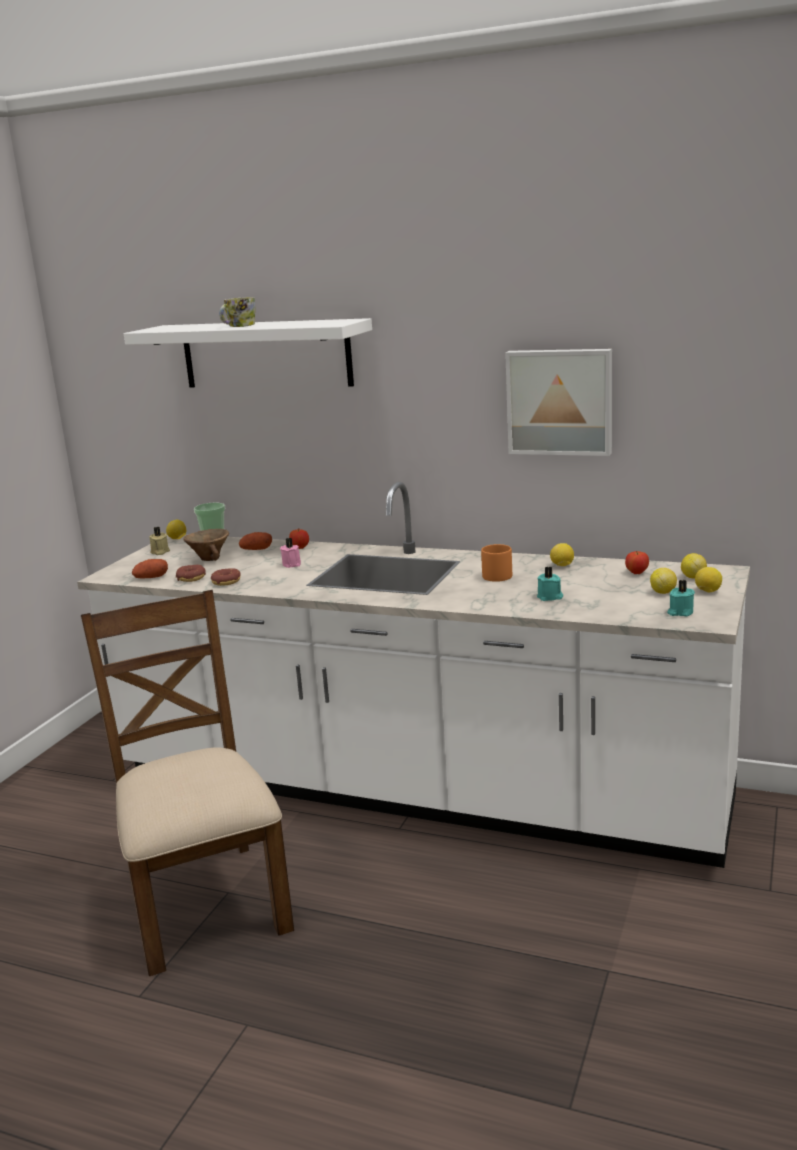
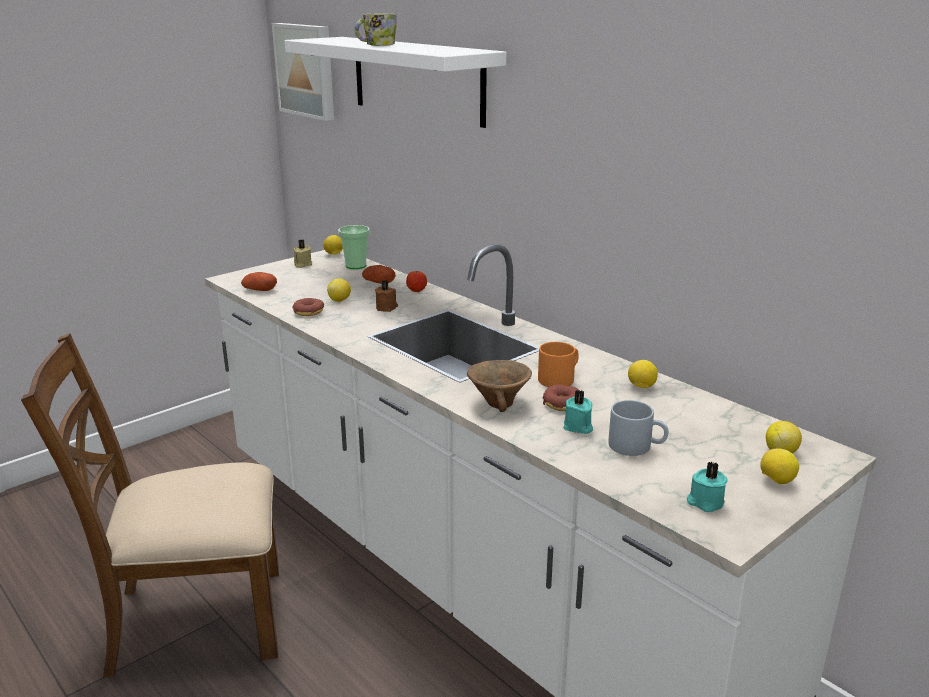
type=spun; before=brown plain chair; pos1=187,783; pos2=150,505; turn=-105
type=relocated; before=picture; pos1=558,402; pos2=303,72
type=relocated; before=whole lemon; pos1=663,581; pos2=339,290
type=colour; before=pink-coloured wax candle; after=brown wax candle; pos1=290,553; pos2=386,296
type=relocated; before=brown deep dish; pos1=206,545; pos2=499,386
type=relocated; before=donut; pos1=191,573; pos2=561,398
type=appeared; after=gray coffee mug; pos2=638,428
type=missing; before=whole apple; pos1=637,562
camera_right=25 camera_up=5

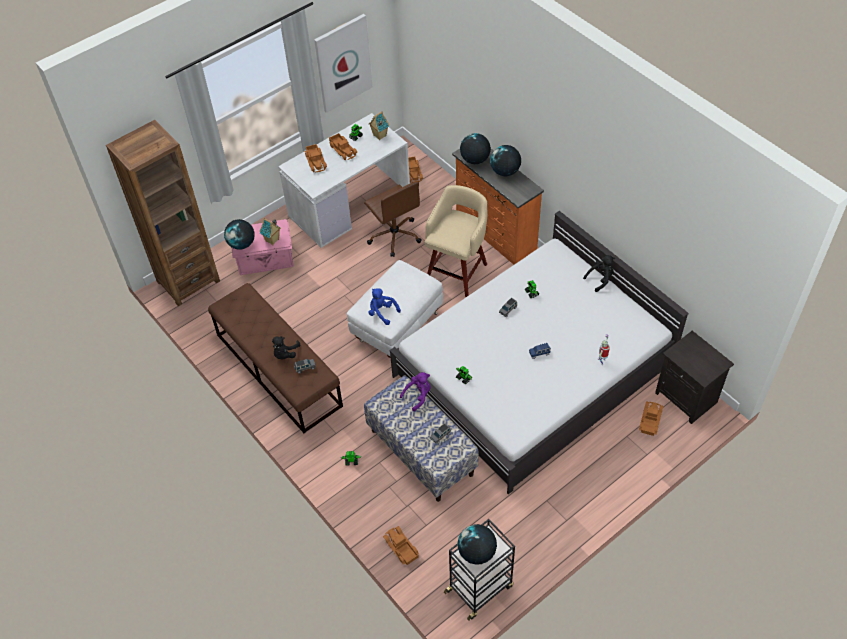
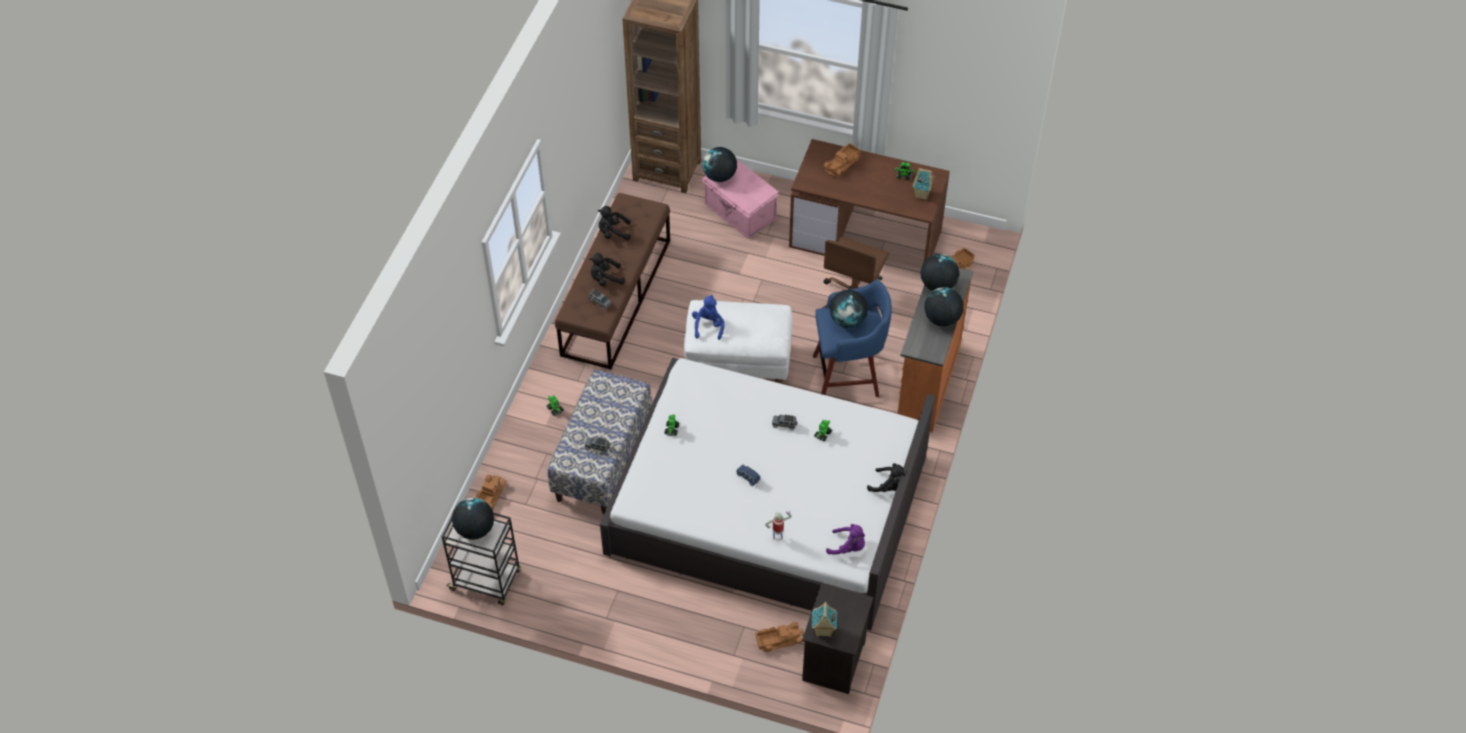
type=appeared; after=black-coloured soft toy; pos2=614,223
type=colour; before=whitish desk unit; after=brown desk unit; pos1=344,180; pos2=869,200
type=relocated; before=toy house; pos1=270,231; pos2=824,619
type=colour; before=beige stool; after=bluish stool; pos1=456,241; pos2=852,338
type=relocated; before=purple-coloured soft toy; pos1=415,391; pos2=845,539
type=appeared; after=desk globe; pos2=849,309
type=missing; before=picture; pos1=343,63
type=missing; before=toy truck; pos1=343,146
camera_right=55 camera_up=0

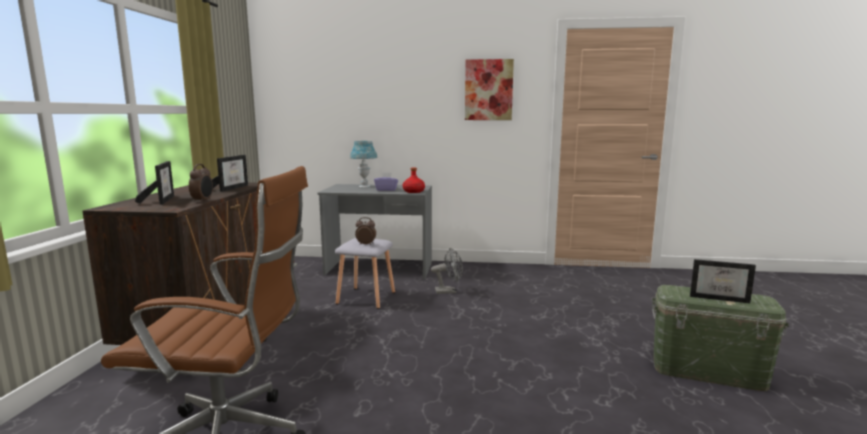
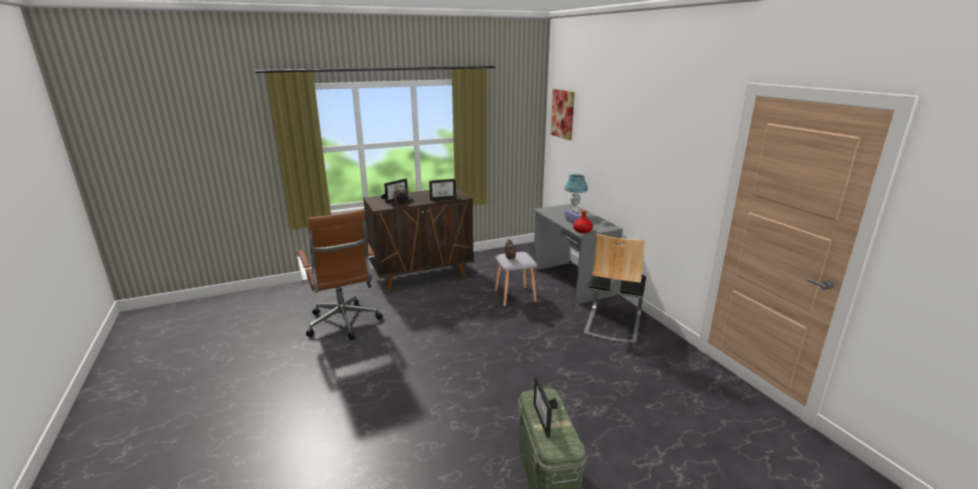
type=relocated; before=picture; pos1=489,89; pos2=563,114
type=appeared; after=plain chair; pos2=615,288
type=missing; before=gray fan; pos1=447,271
camera_right=60 camera_up=10

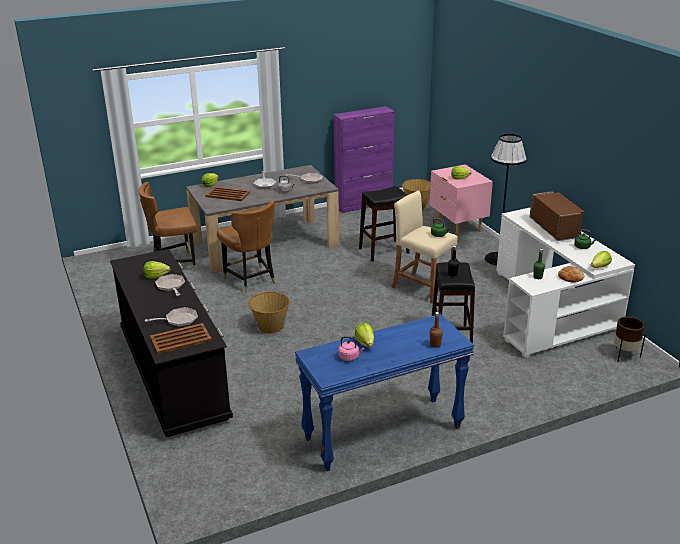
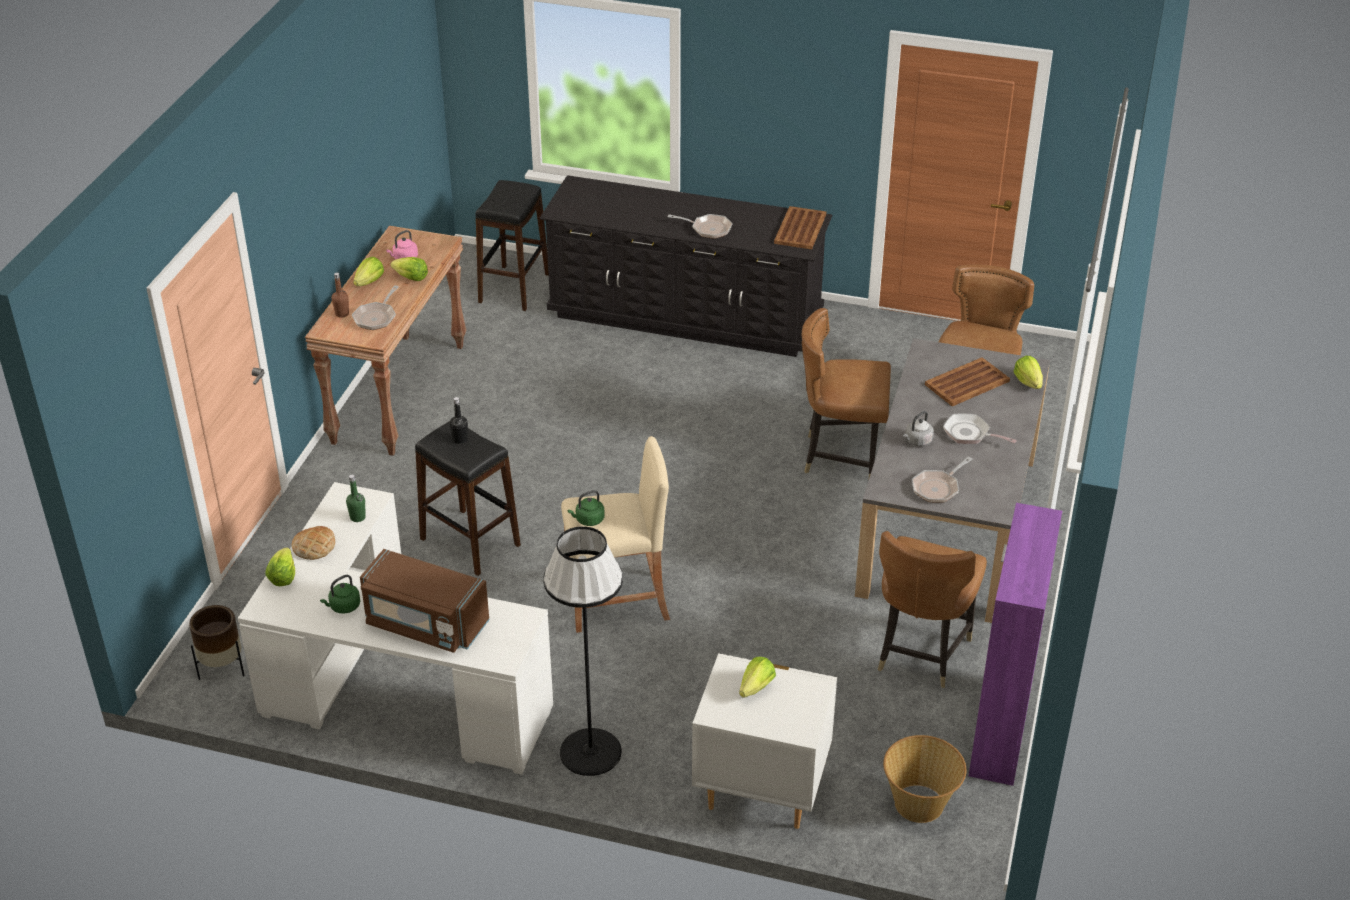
type=colour; before=bluish console table; after=brown console table; pos1=384,392; pos2=385,341
type=relocated; before=frying pan; pos1=171,317; pos2=375,307
type=relocated; before=lettuce head; pos1=156,270; pos2=368,271
type=relocated; before=black-coloured stool; pos1=384,223; pos2=512,245
type=colour; before=pink-coloured night table; after=whitish night table; pos1=461,200; pos2=764,741
type=relocated; before=brown tray; pos1=181,338; pos2=800,227
type=appeared; after=brown plain chair; pos2=932,609
type=missing; before=basket; pos1=269,313
camera_right=130 camera_up=10

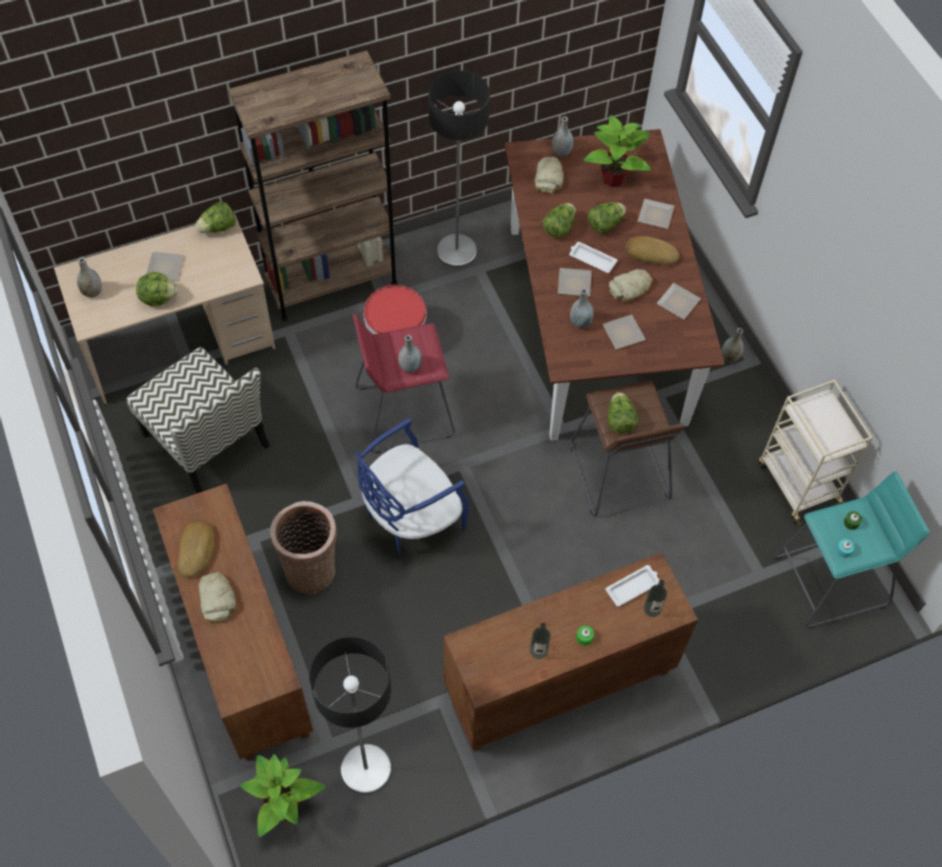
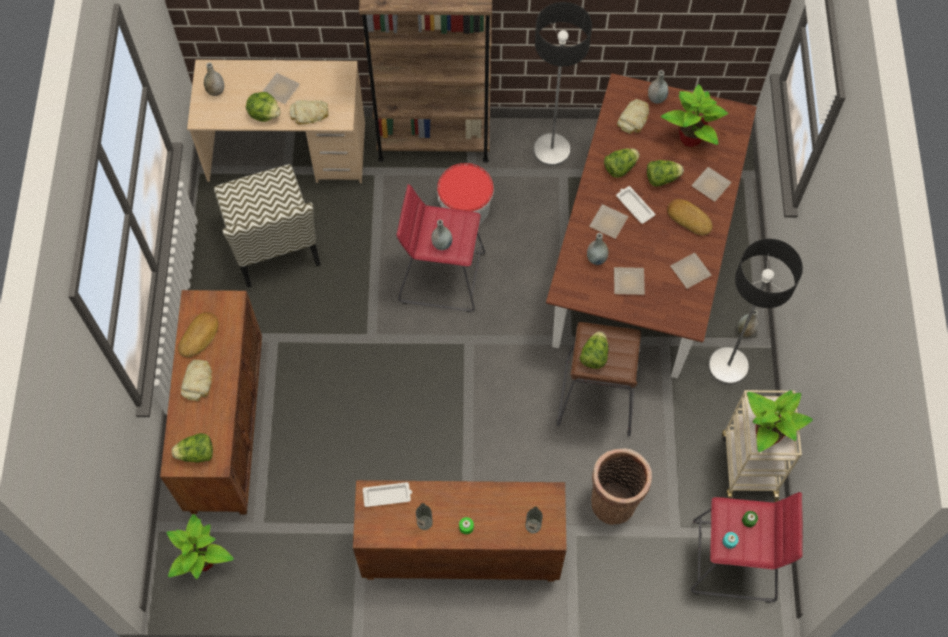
type=relocated; before=lettuce head; pos1=215,217; pos2=192,448
type=relocated; before=bread; pos1=630,285; pos2=309,112
type=relocated; before=whitish tray; pos1=632,586; pos2=387,494
type=relocated; before=basket; pos1=303,548; pos2=621,486
type=colour; before=turquoise stool; after=red stool; pos1=852,550; pos2=747,547
type=relocated; before=floor lamp; pos1=350,716; pos2=755,312
type=appeared; after=houseplant; pos2=780,421
type=missing; before=bluish plain chair; pos1=412,486
camera_right=25 camera_up=5

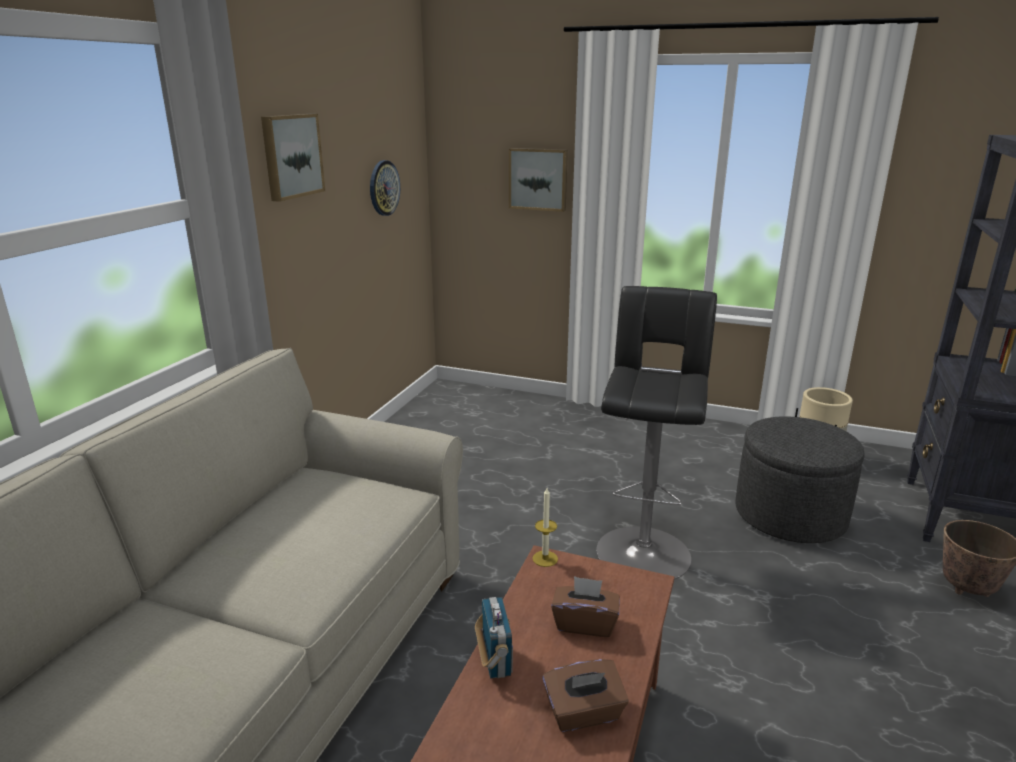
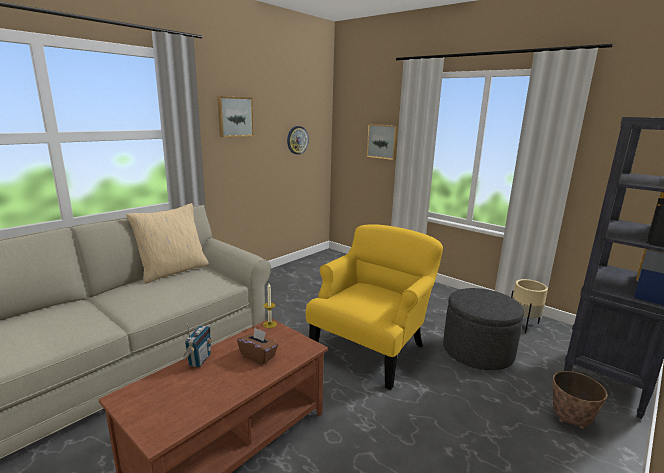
type=appeared; after=beige pillow; pos2=167,243
type=exchanged; before=black-coloured stool; after=yellow-coloured armchair; pos1=656,433; pos2=374,307
type=missing; before=brown tissue box; pos1=585,695
camera_right=20 camera_up=-5

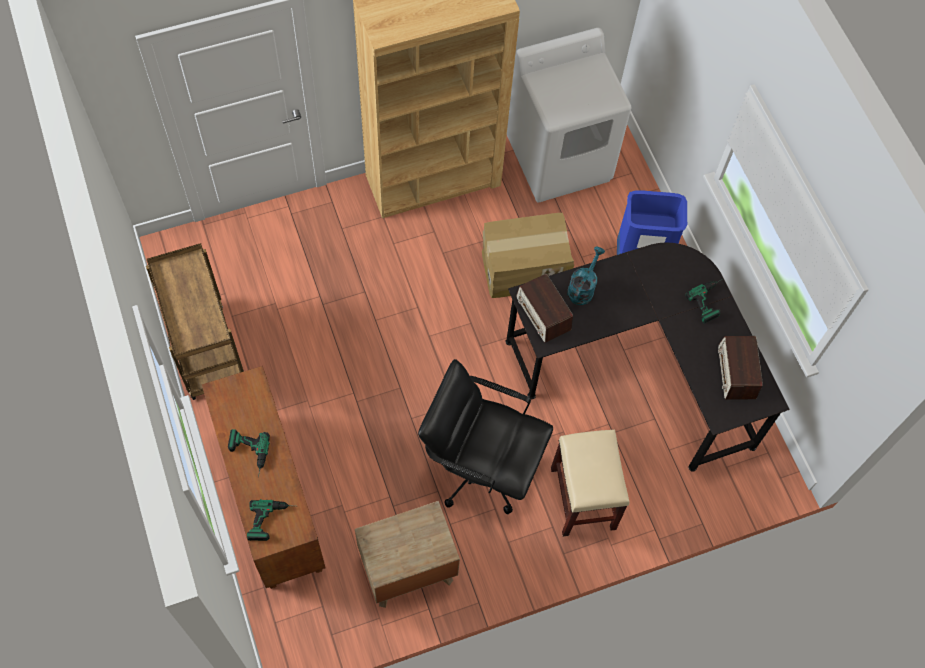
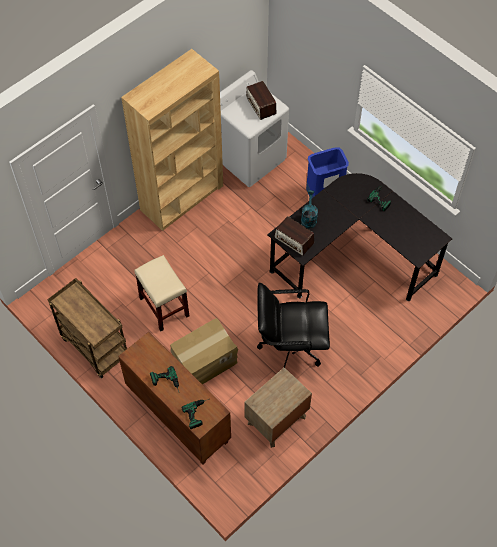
type=relocated; before=beige stool; pos1=590,483; pos2=161,293
type=relocated; before=carton; pos1=528,255; pos2=204,351
type=relocated; before=radio receiver; pos1=740,368; pos2=261,100
camera_right=-20 camera_up=-5

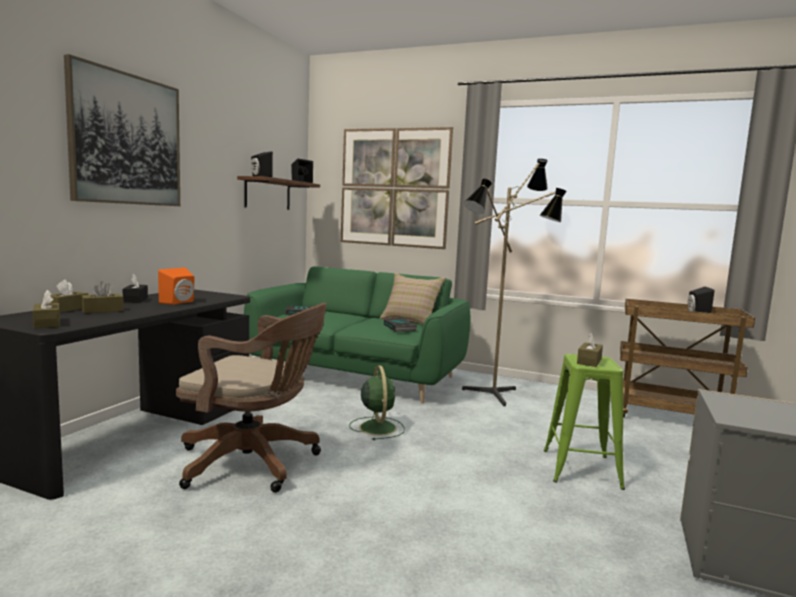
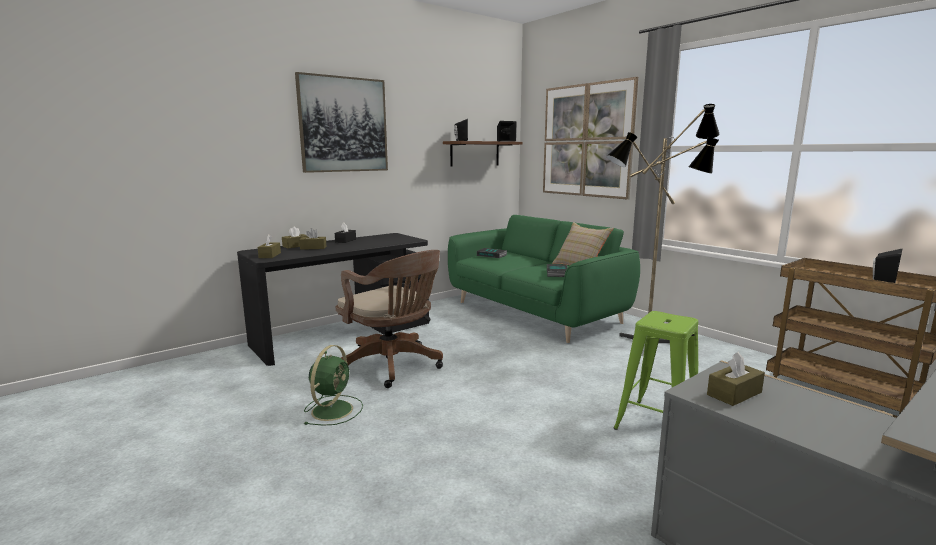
type=relocated; before=green-coloured fan; pos1=377,403; pos2=333,385
type=relocated; before=brown tissue box; pos1=590,349; pos2=736,379
type=missing; before=orangey audio speaker; pos1=176,286
camera_right=30 camera_up=5

